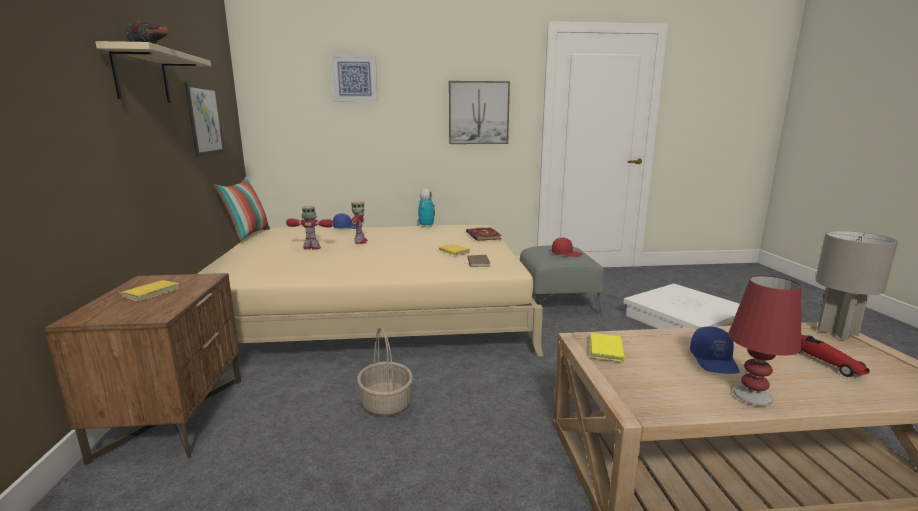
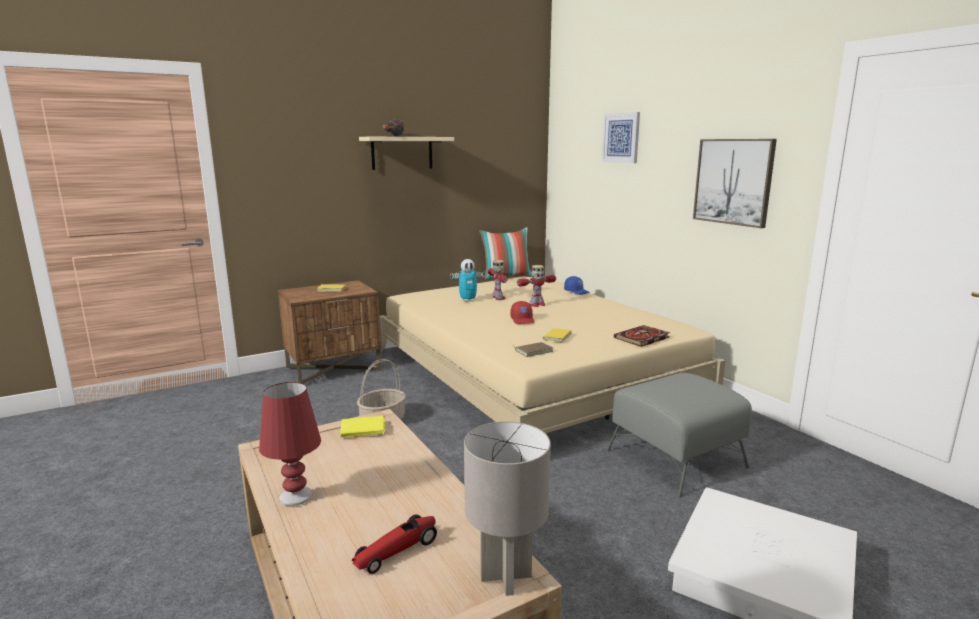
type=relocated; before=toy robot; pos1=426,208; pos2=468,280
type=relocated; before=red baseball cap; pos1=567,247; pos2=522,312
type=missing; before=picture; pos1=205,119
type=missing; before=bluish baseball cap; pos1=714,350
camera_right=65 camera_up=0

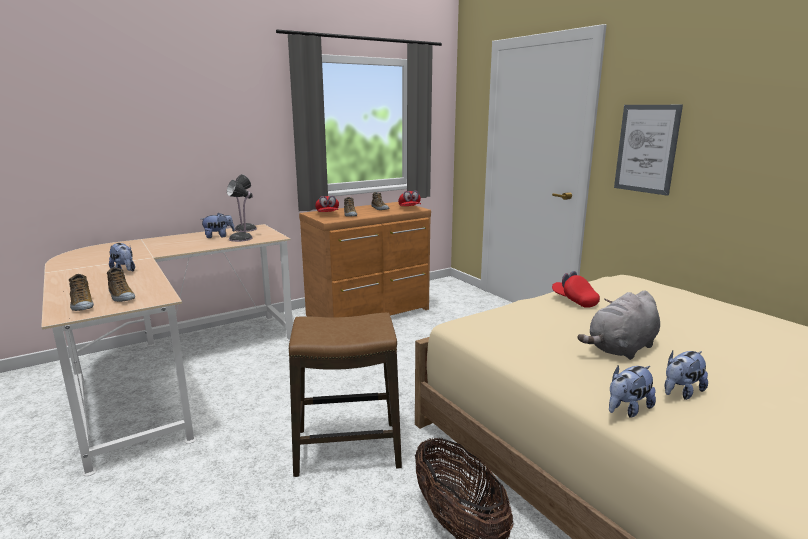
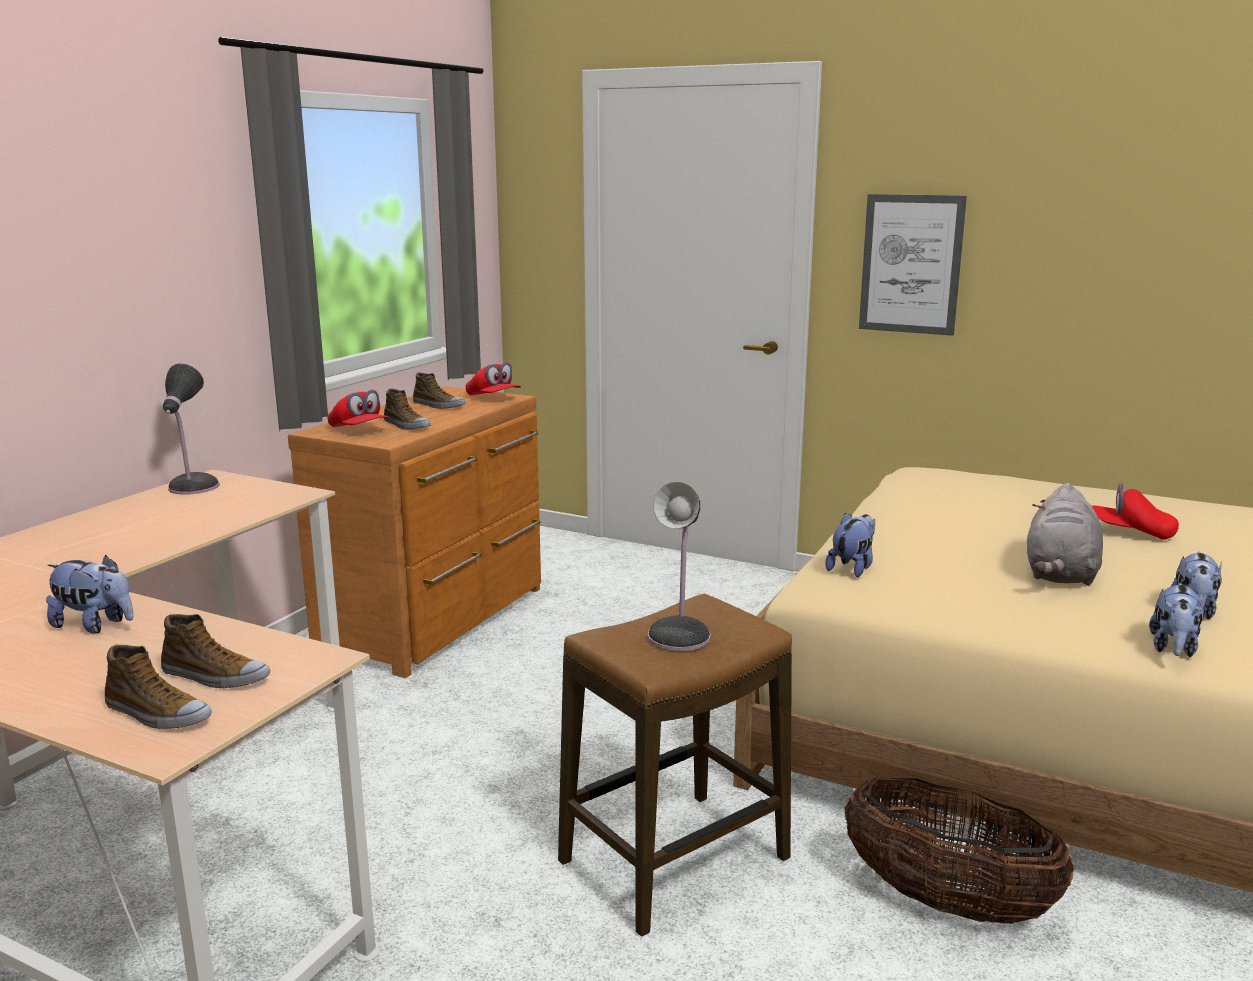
type=relocated; before=lamp for a table; pos1=240,211; pos2=679,566
type=relocated; before=soft toy; pos1=218,225; pos2=850,545
type=relocated; before=red baseball cap; pos1=576,289; pos2=1135,511
camera_right=-30 camera_up=0

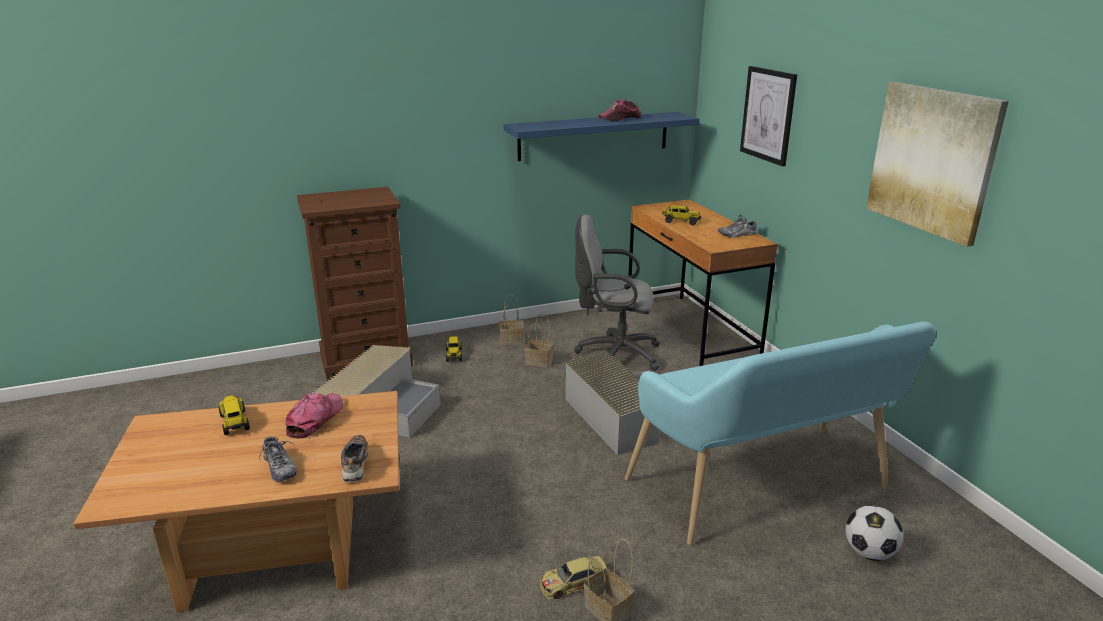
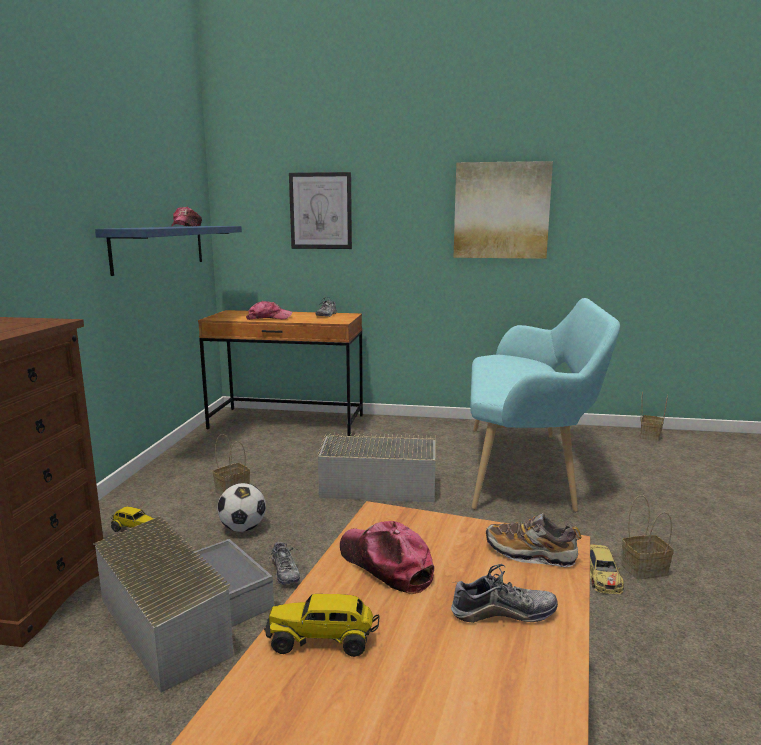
type=relocated; before=football; pos1=874,533; pos2=241,507
type=exchanged; before=toy truck; after=baseball cap; pos1=682,215; pos2=269,310
type=appeared; after=low shoe; pos2=284,563
type=relocated; before=basket; pos1=511,320; pos2=654,416
type=missing; before=gray office chair; pos1=617,293
camera_right=-60 camera_up=-10

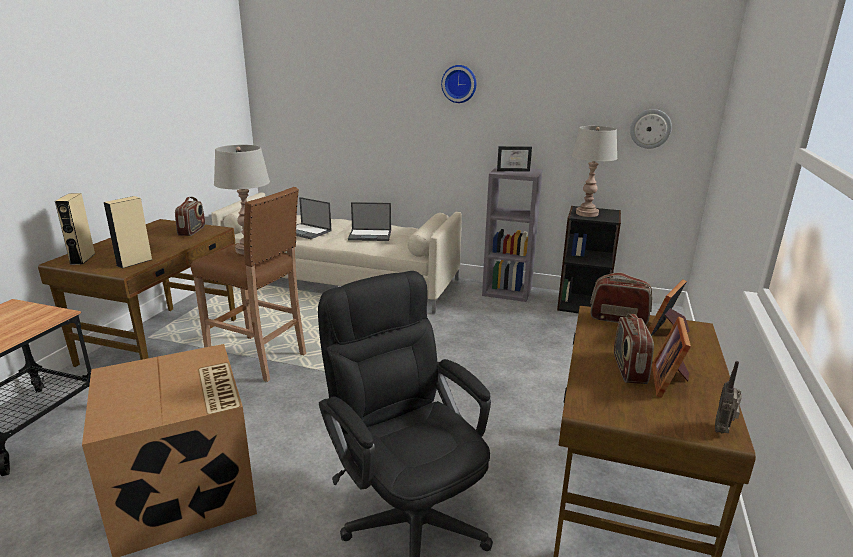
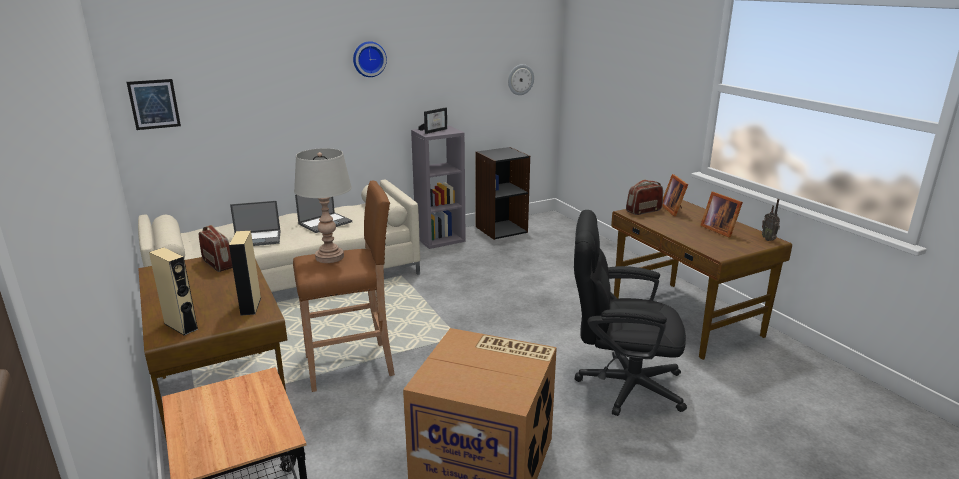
type=appeared; after=picture; pos2=154,104
type=missing; before=gray lamp for a table; pos1=594,171
type=missing; before=radio receiver; pos1=634,348
camera_right=-45 camera_up=0

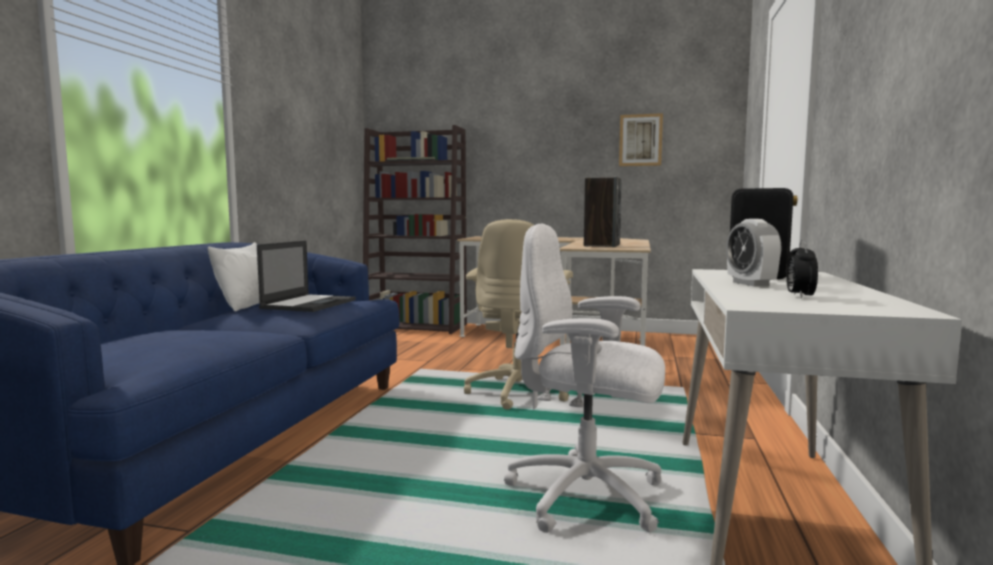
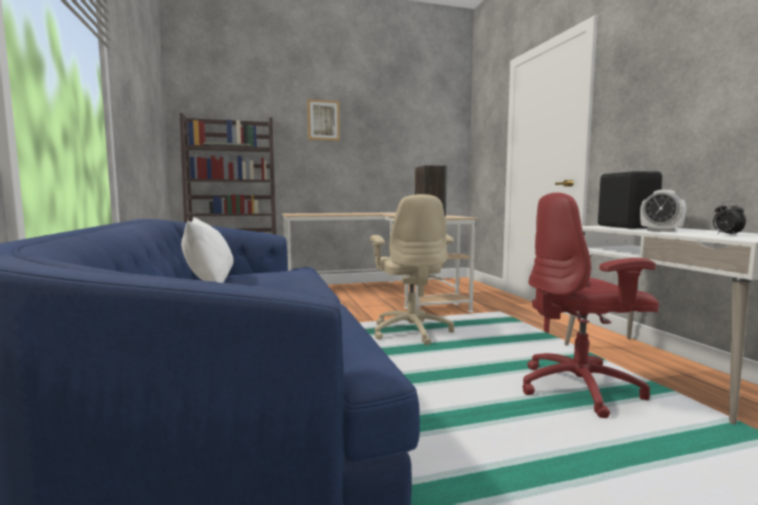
type=relocated; before=picture; pos1=641,139; pos2=323,120
type=colour; before=whitish office chair; after=red office chair; pos1=584,378; pos2=591,305
type=missing; before=notebook computer; pos1=306,276
camera_right=-30 camera_up=0

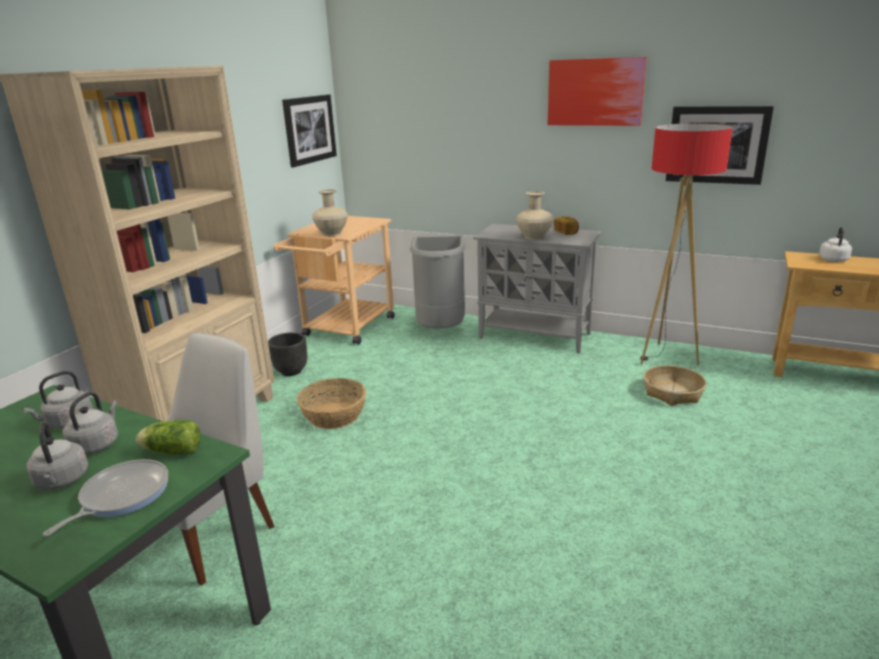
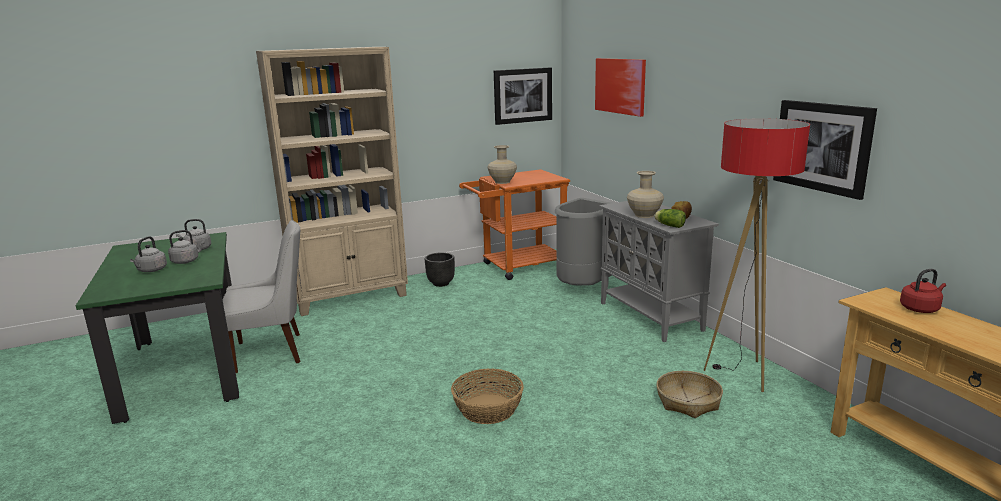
type=relocated; before=basket; pos1=331,403; pos2=487,396
type=colour; before=beige cart; after=orangey cart; pos1=334,280; pos2=514,224
type=relocated; before=picture; pos1=597,91; pos2=620,87
type=relocated; before=lettuce head; pos1=168,436; pos2=670,218
type=colour; before=whitish water kettle; after=red water kettle; pos1=835,244; pos2=923,291
type=missing; before=frying pan; pos1=105,497
camera_right=40 camera_up=-5

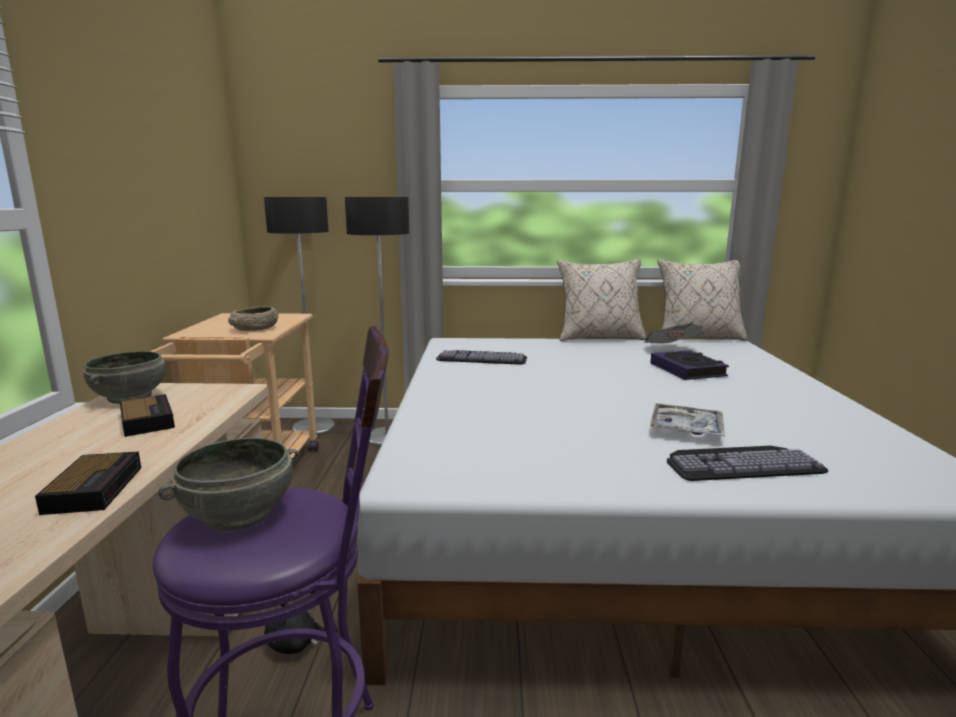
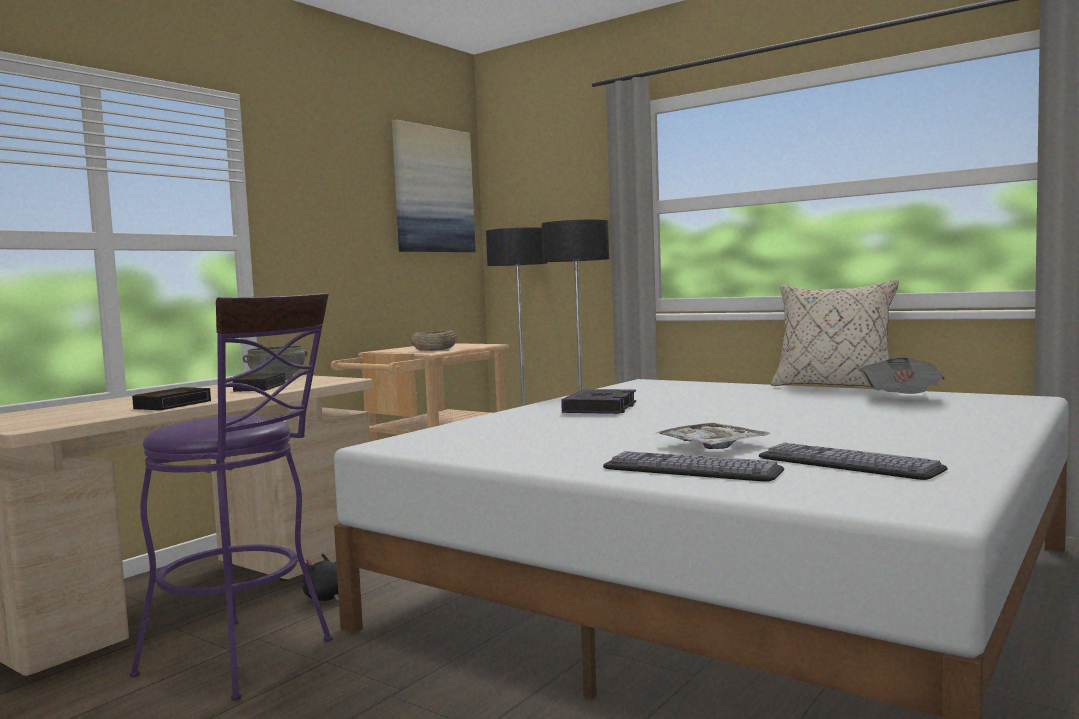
type=appeared; after=picture; pos2=434,186
type=relocated; before=bound book; pos1=689,365; pos2=598,401
type=relocated; before=PC keyboard; pos1=481,357; pos2=853,461
type=missing; before=gray deep dish; pos1=228,484
type=missing; before=beige pillow; pos1=703,300
camera_right=35 camera_up=-10

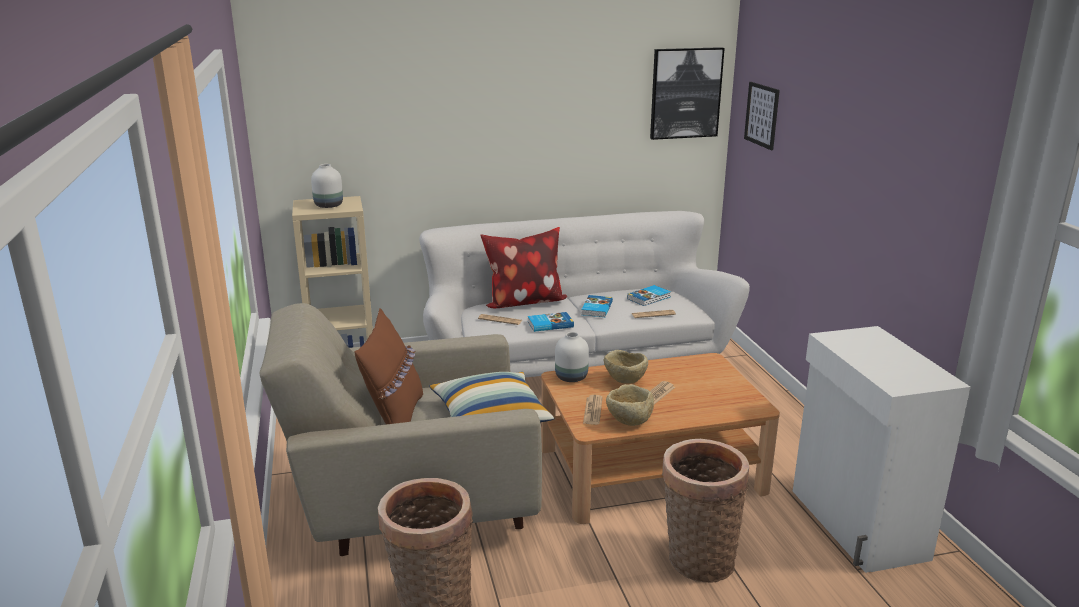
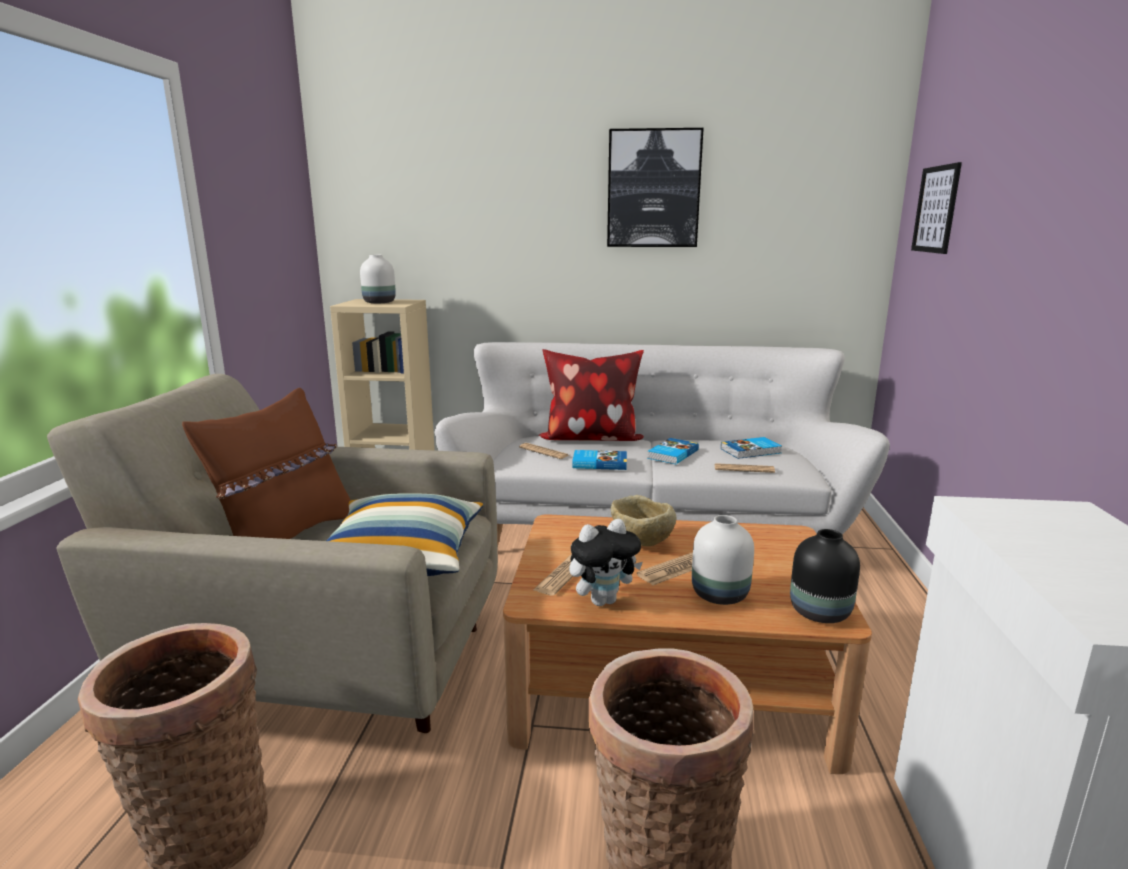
type=exchanged; before=beige deep dish; after=soft toy; pos1=630,405; pos2=606,562
type=relocated; before=picture; pos1=687,93; pos2=655,187
type=relocated; before=whitish decorative vase; pos1=572,357; pos2=723,560
type=appeared; after=black-coloured decorative vase; pos2=825,576
camera_right=20 camera_up=-5

